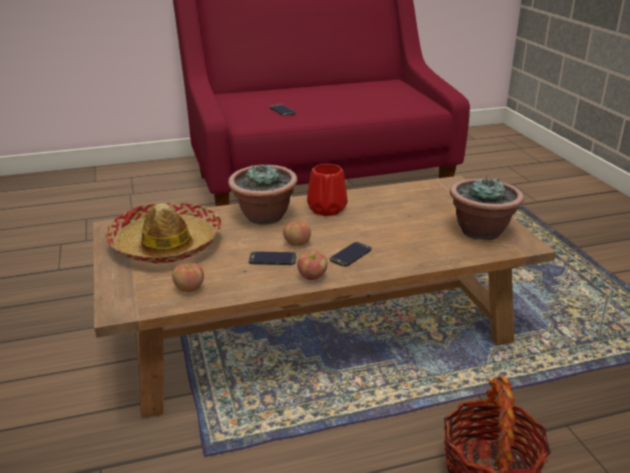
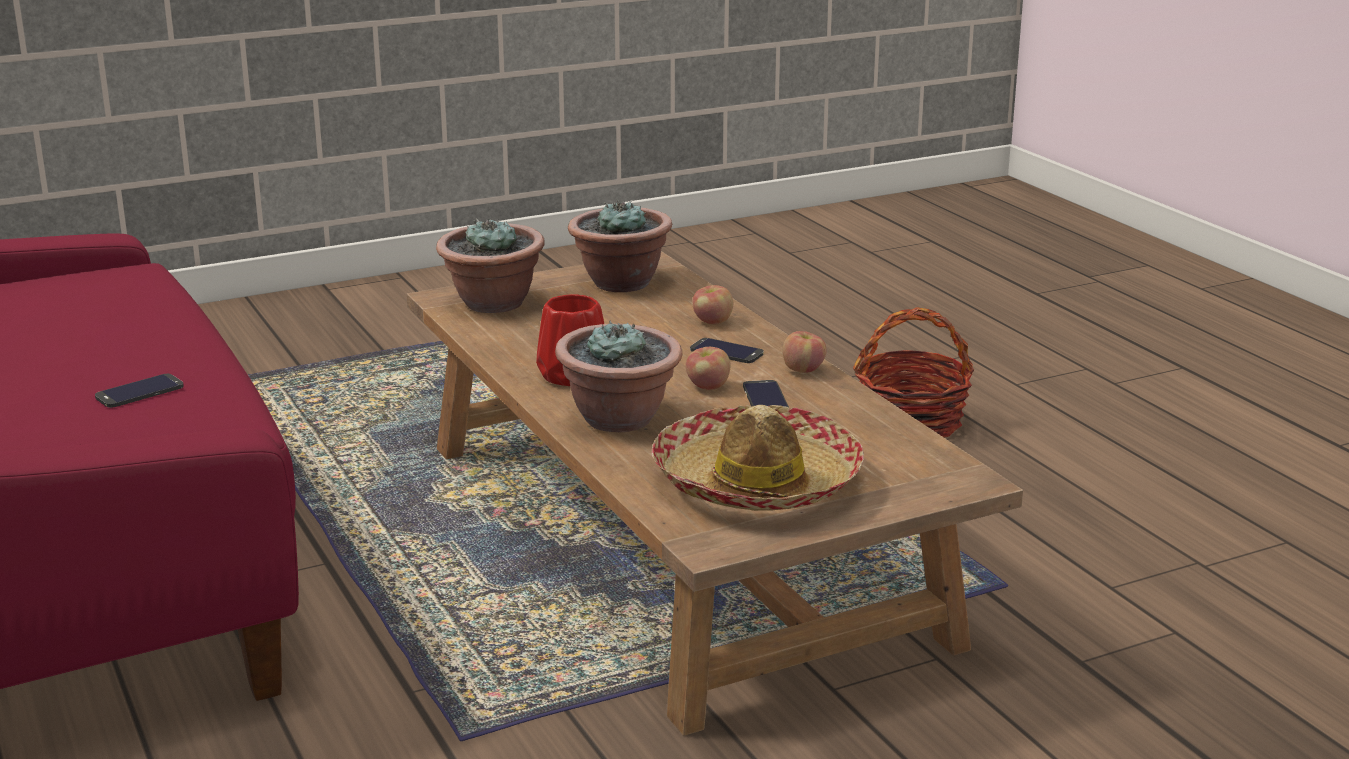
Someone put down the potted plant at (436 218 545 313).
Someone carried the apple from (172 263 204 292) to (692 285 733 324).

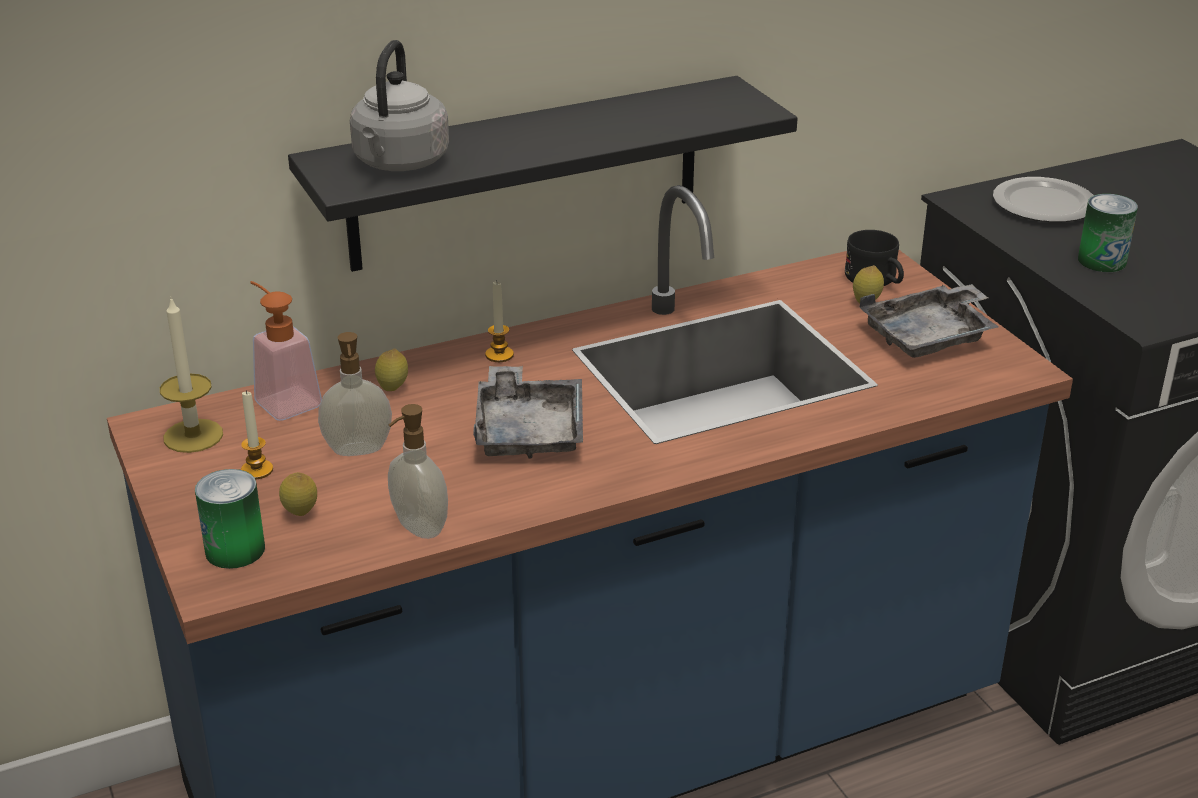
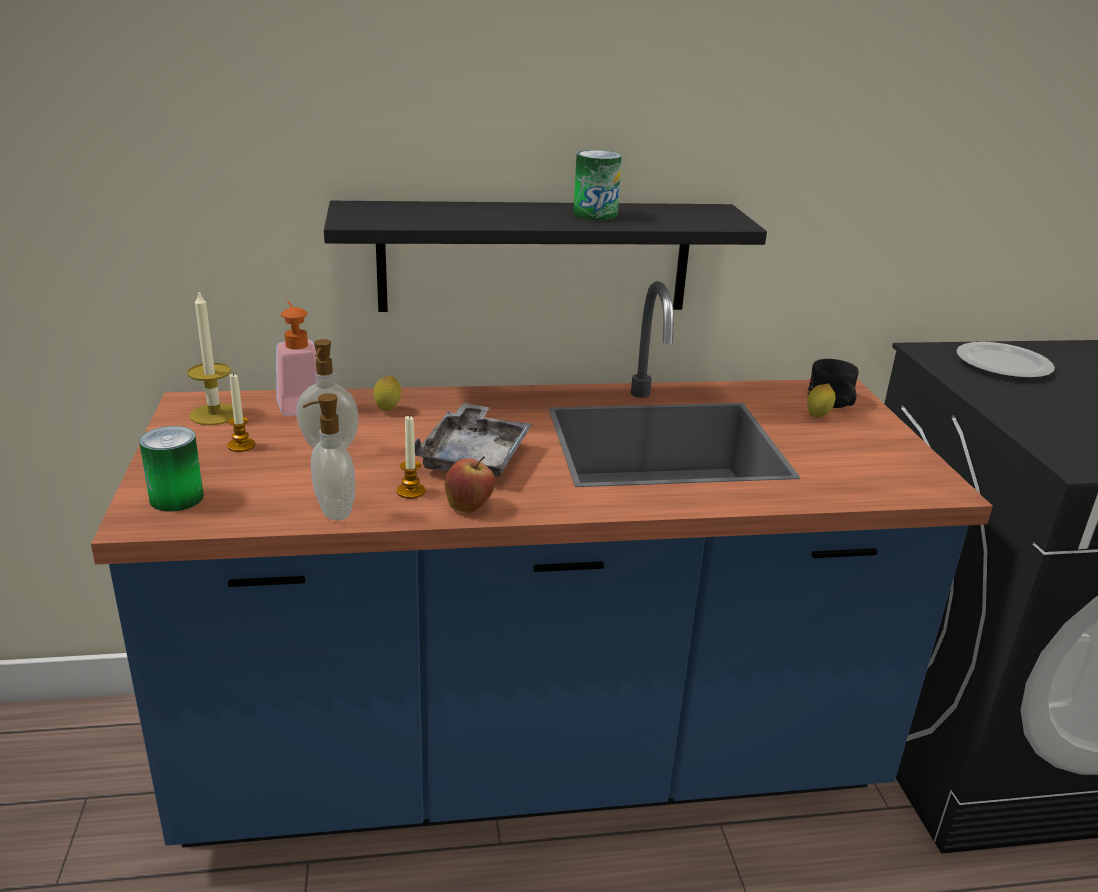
Someone took away the lemon at (279 472 317 516).
Someone took away the grey kettle at (350 40 449 171).
Someone took away the grey tray at (860 284 999 358).
Someone put down the apple at (445 456 495 513).
Someone carried the candle from (485 282 514 362) to (397 415 425 499).
Someone carried the can from (1078 194 1138 272) to (573 150 622 220).

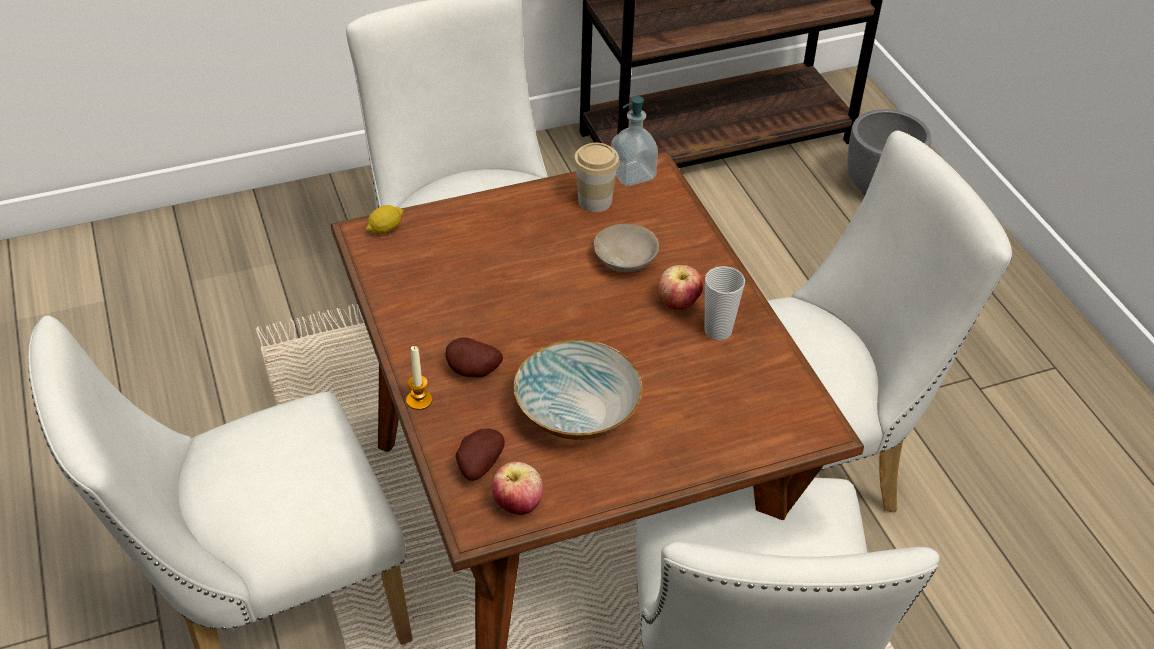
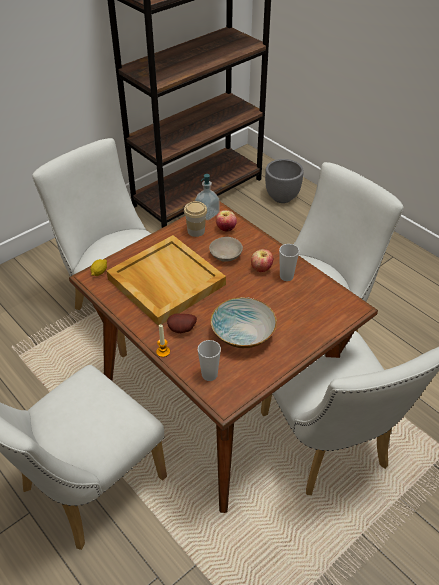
Someone put down the beige tray at (107 235 226 326).
Someone carried the apple from (491 462 543 515) to (216 210 237 232).
Someone swapped the potato at (456 428 505 481) for the cup at (198 340 221 381).

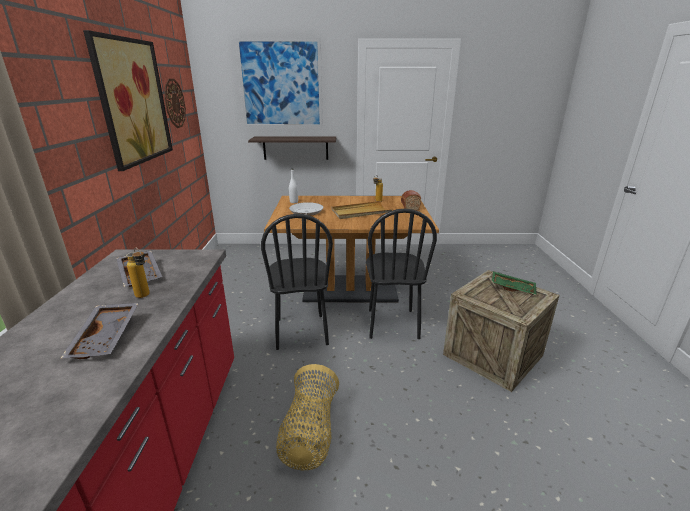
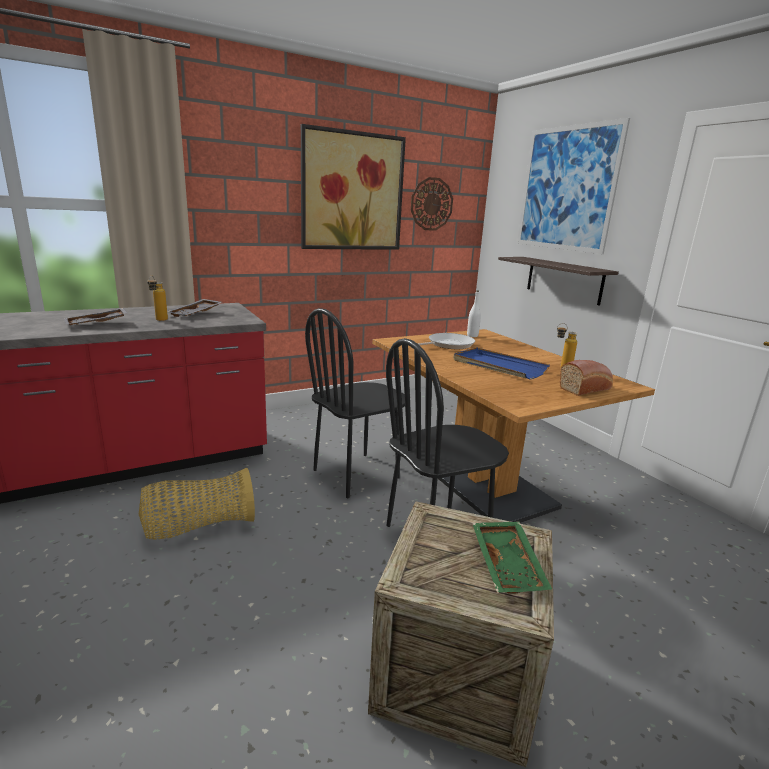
Someone repainted the beige tray at (332 201 392 219), which became the blue tray at (453 347 550 380).

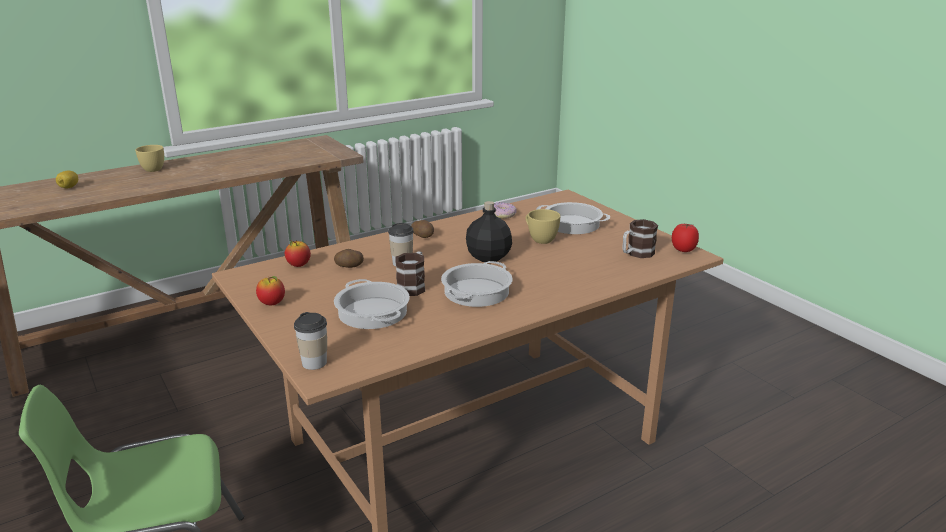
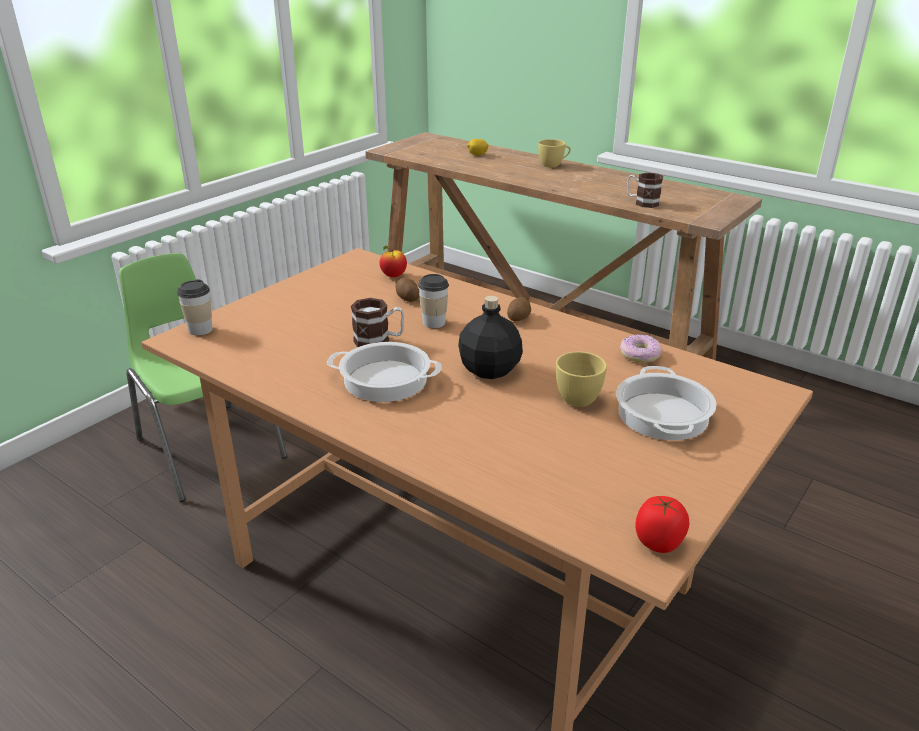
Someone took away the apple at (256 276 285 305).
Someone took away the cooking pot at (334 279 410 329).
Someone carried the mug from (623 219 658 258) to (627 173 663 208).

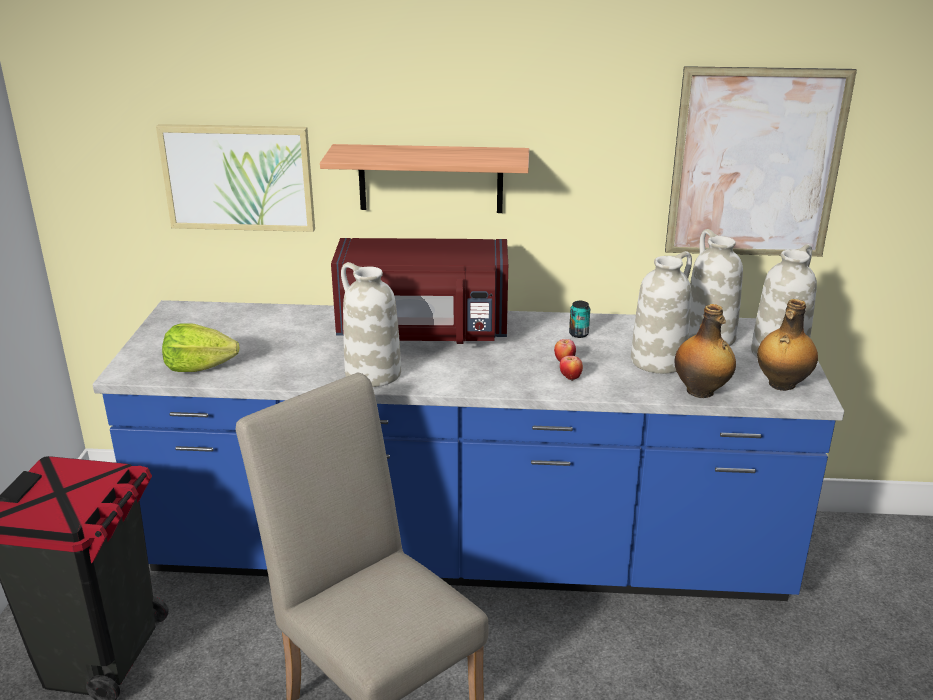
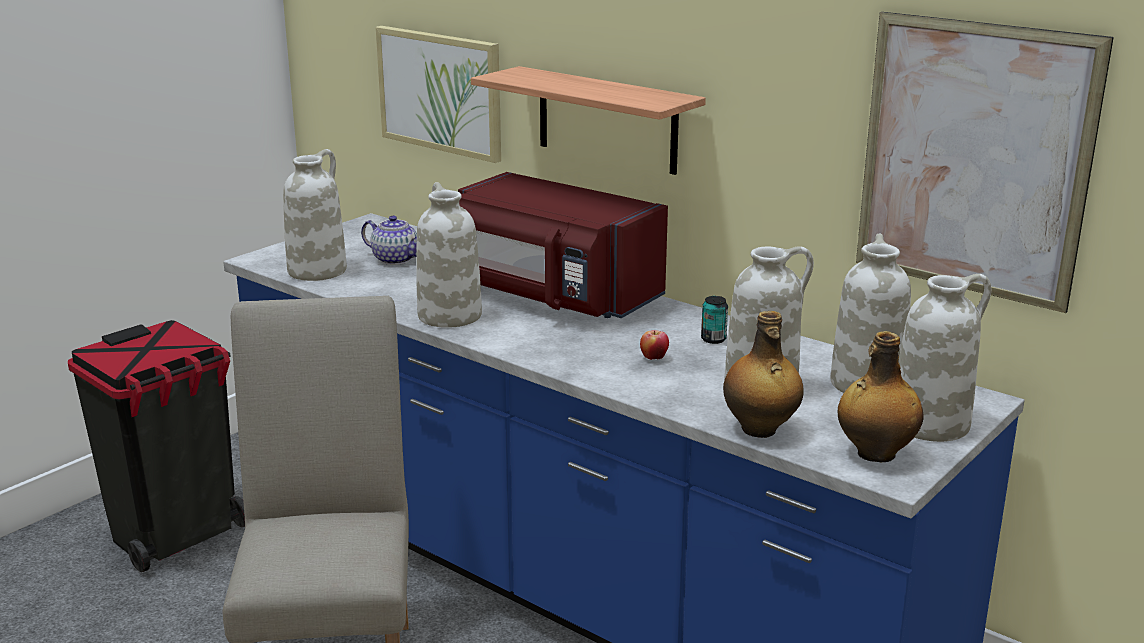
Someone took away the apple at (560 356 583 381).
Someone put down the teapot at (361 215 417 265).
Someone swapped the lettuce at (162 323 239 372) for the white vase at (283 149 347 281).

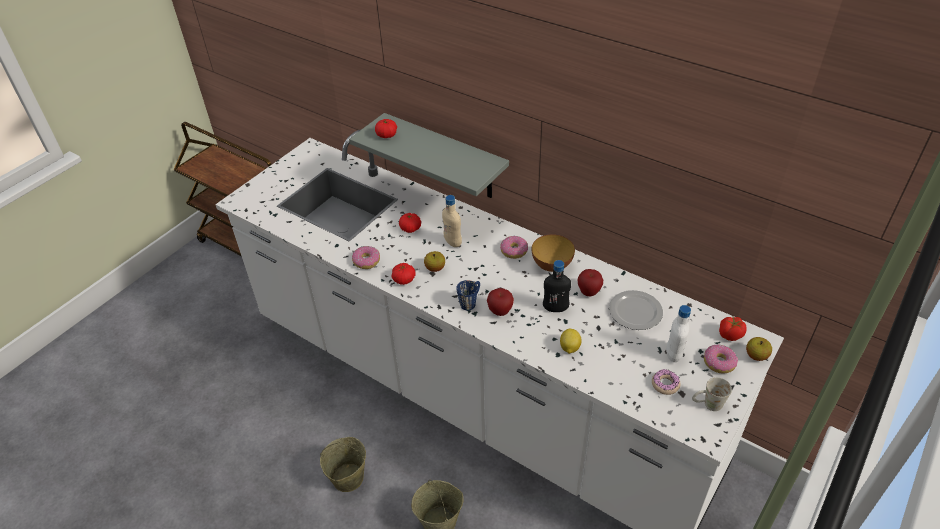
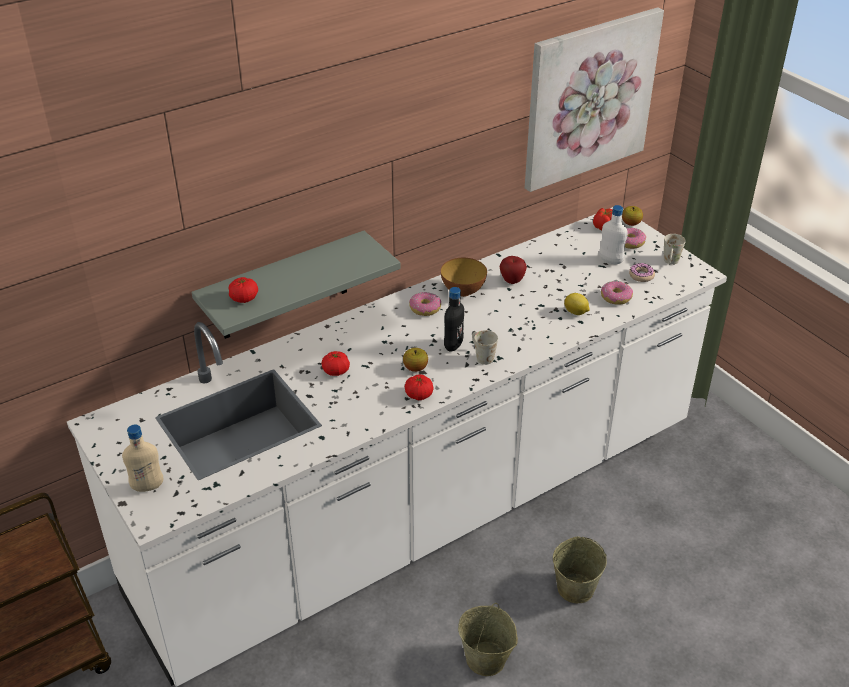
Someone took away the apple at (487 288 514 316).
Someone took away the plate at (609 290 663 330).
Someone put up the picture at (525 7 664 192).
Someone carried the donut from (352 246 380 269) to (601 281 633 305).
Someone carried the beige bottle from (442 195 462 247) to (122 424 163 492).
Someone carried the black bottle from (543 260 571 312) to (444 287 464 352).
Someone repainted the blue mug at (456 280 480 311), which became the white mug at (472 330 498 365).

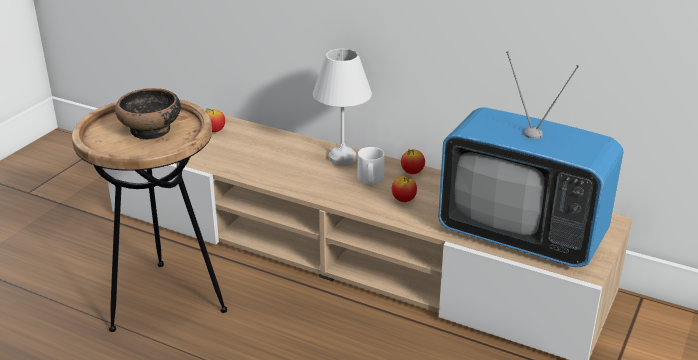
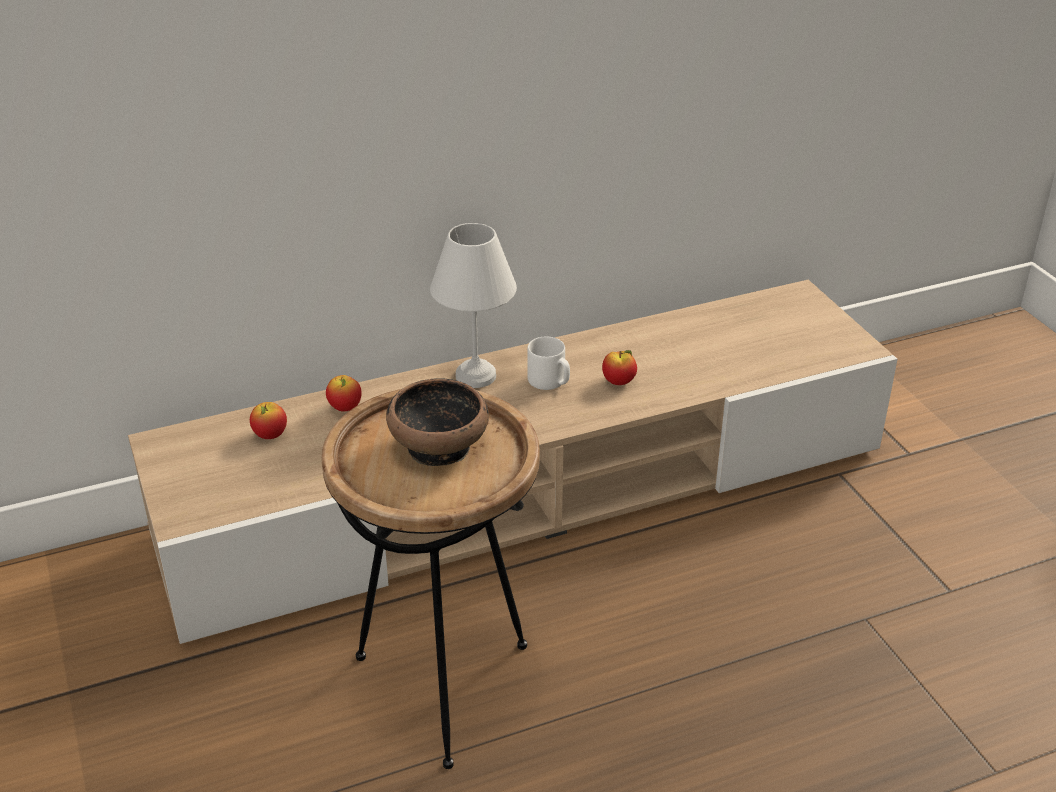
Someone took away the television at (438 51 623 267).
Someone carried the apple from (401 149 425 174) to (326 375 362 412).

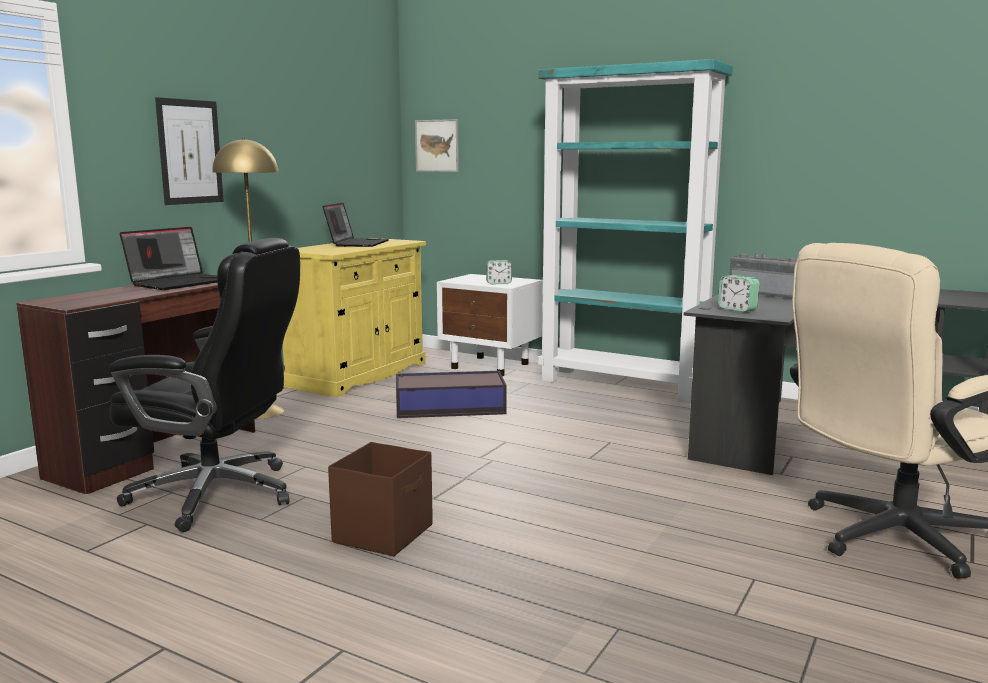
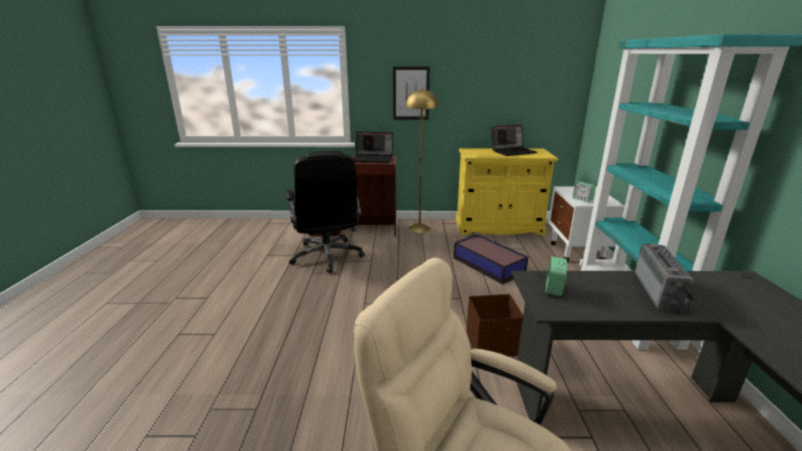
Someone took away the picture at (415 119 459 172).
Someone carried the brown storage box from (328 442 433 556) to (466 294 523 357).

